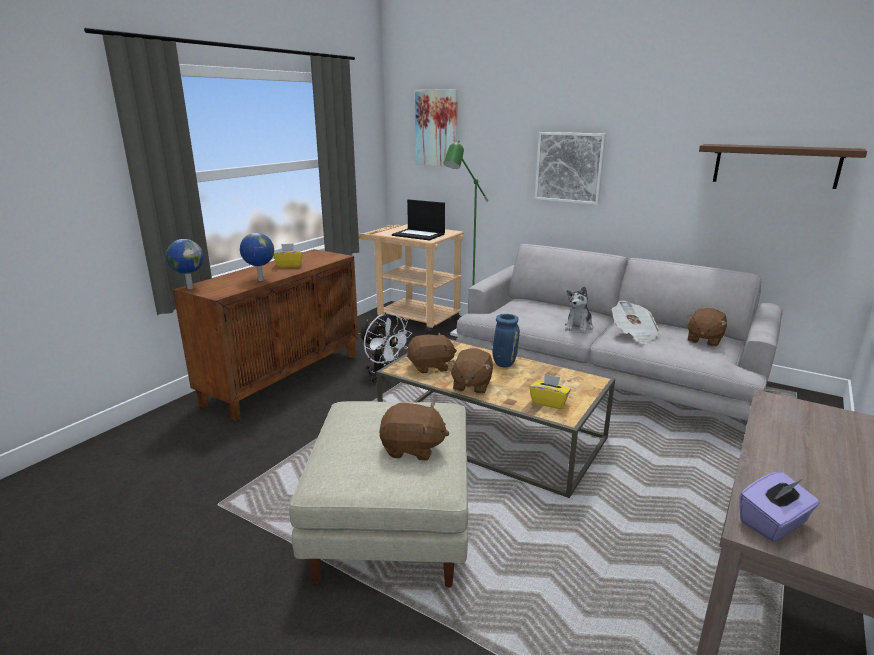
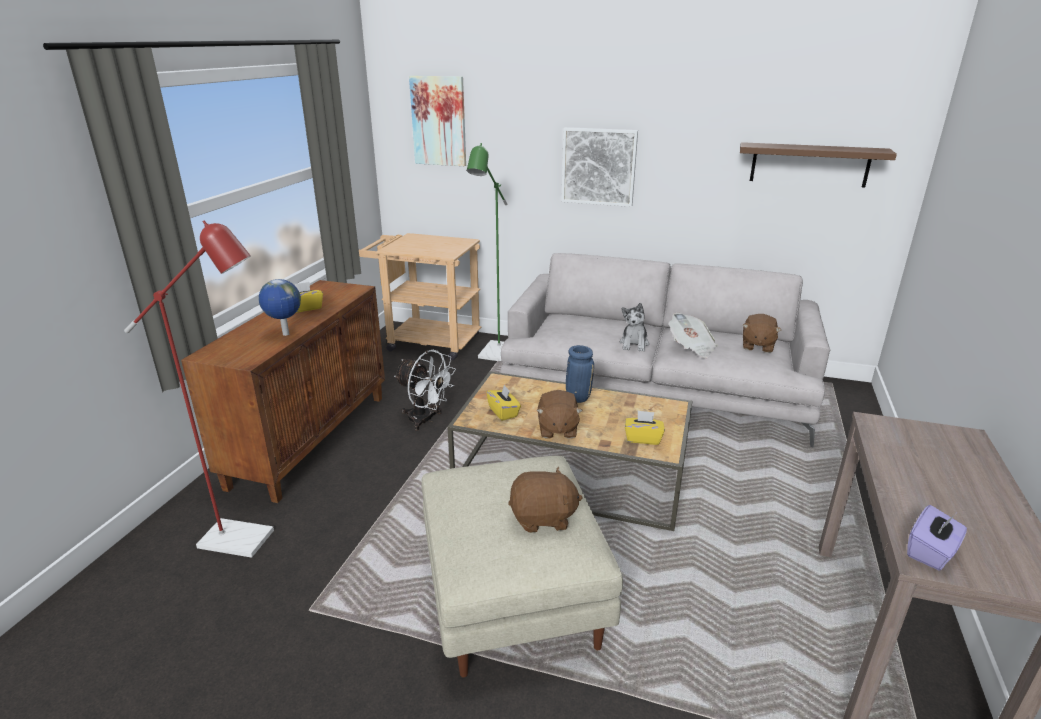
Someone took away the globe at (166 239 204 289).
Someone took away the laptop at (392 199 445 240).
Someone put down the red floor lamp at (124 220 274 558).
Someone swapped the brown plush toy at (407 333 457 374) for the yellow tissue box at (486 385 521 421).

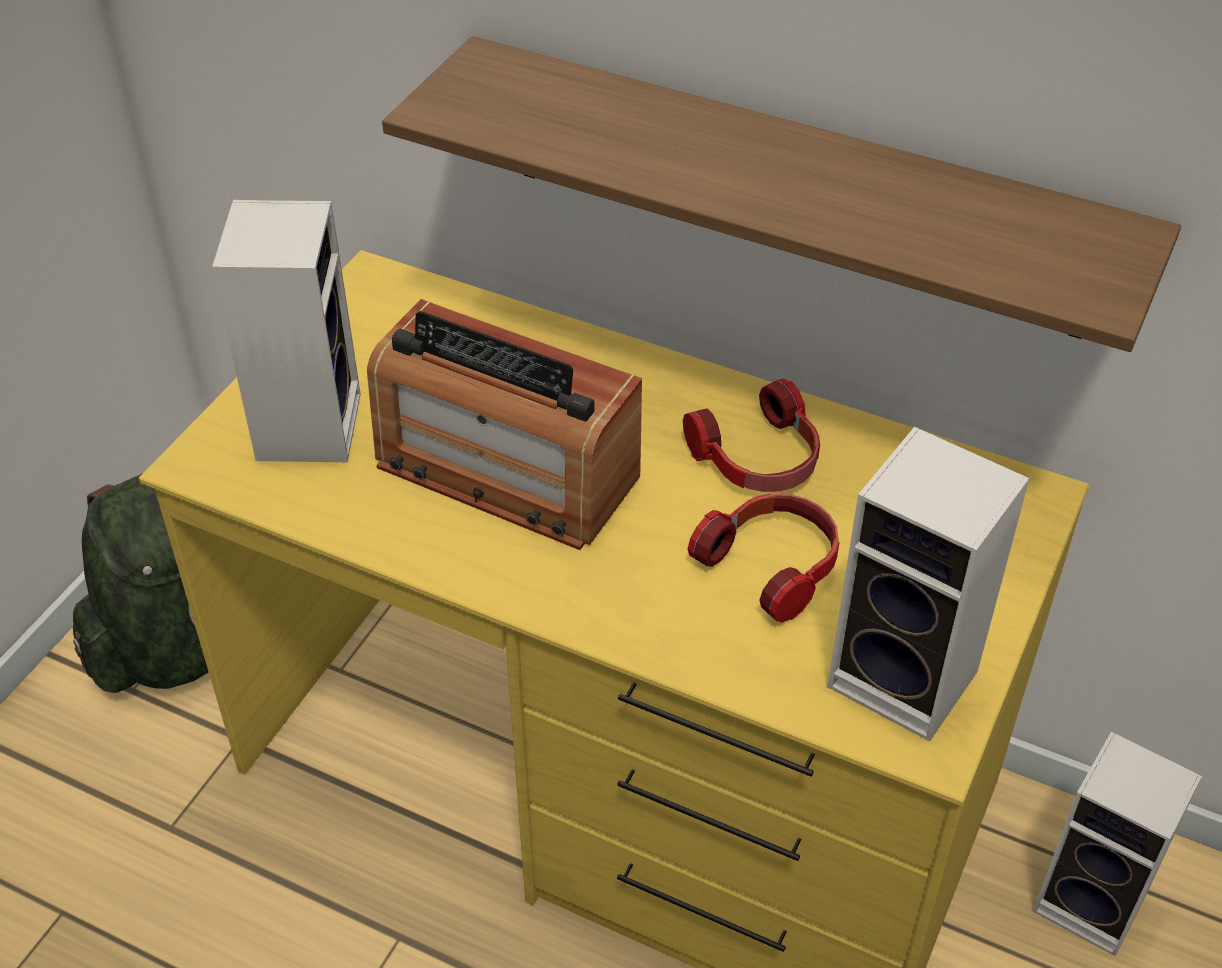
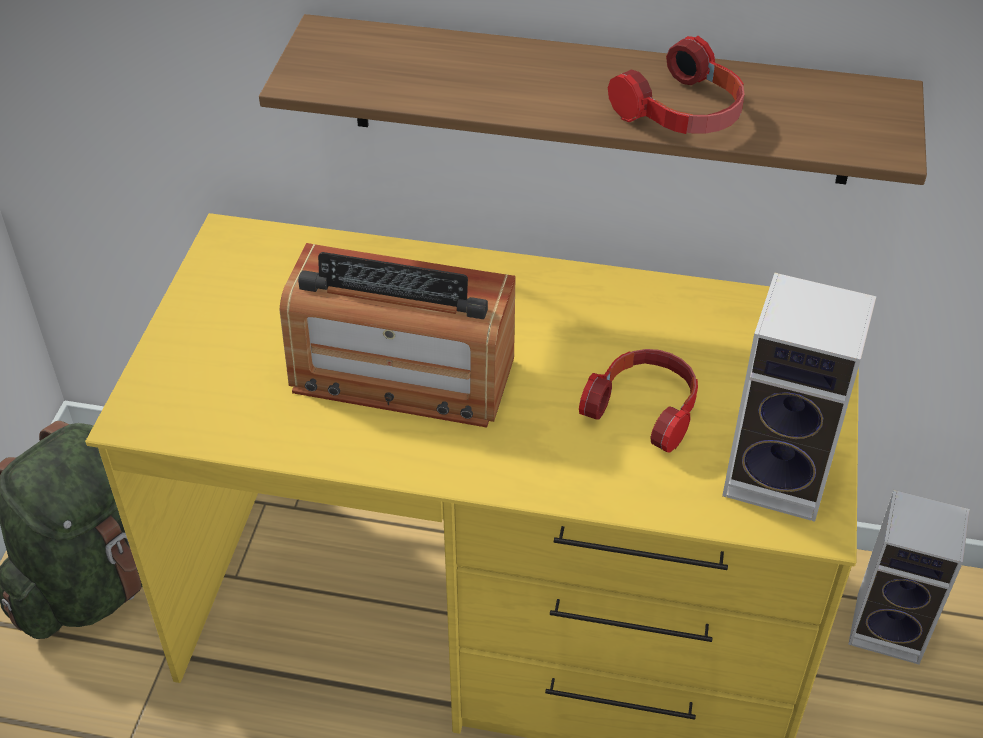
Someone took away the speaker at (212 200 361 462).
Someone carried the headphones from (683 378 820 492) to (608 36 744 134).

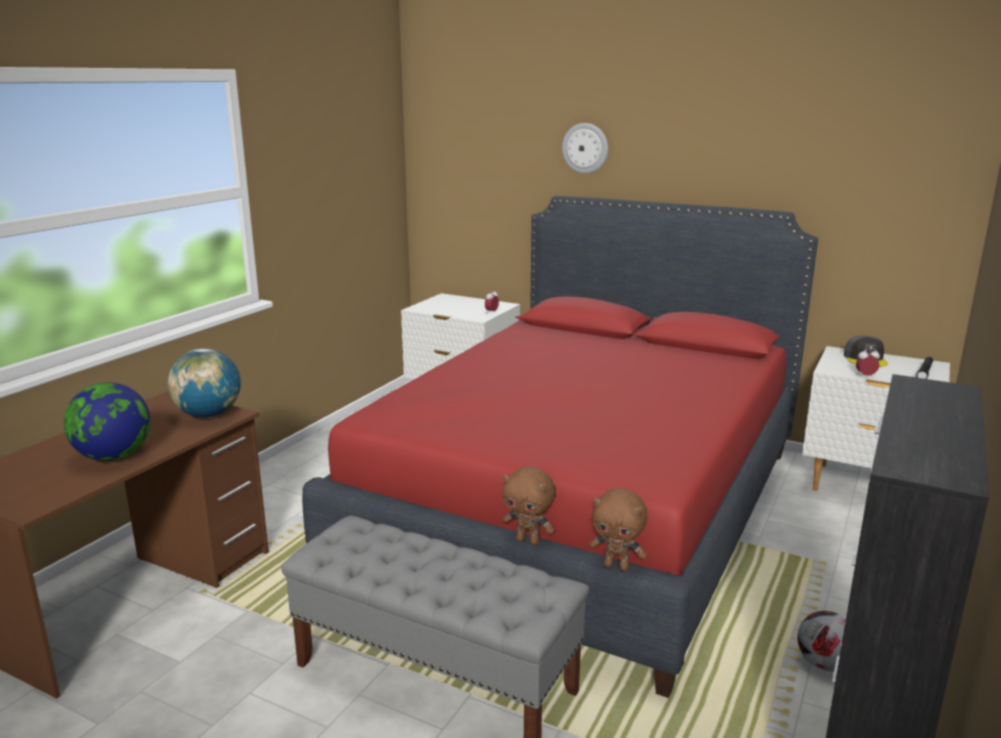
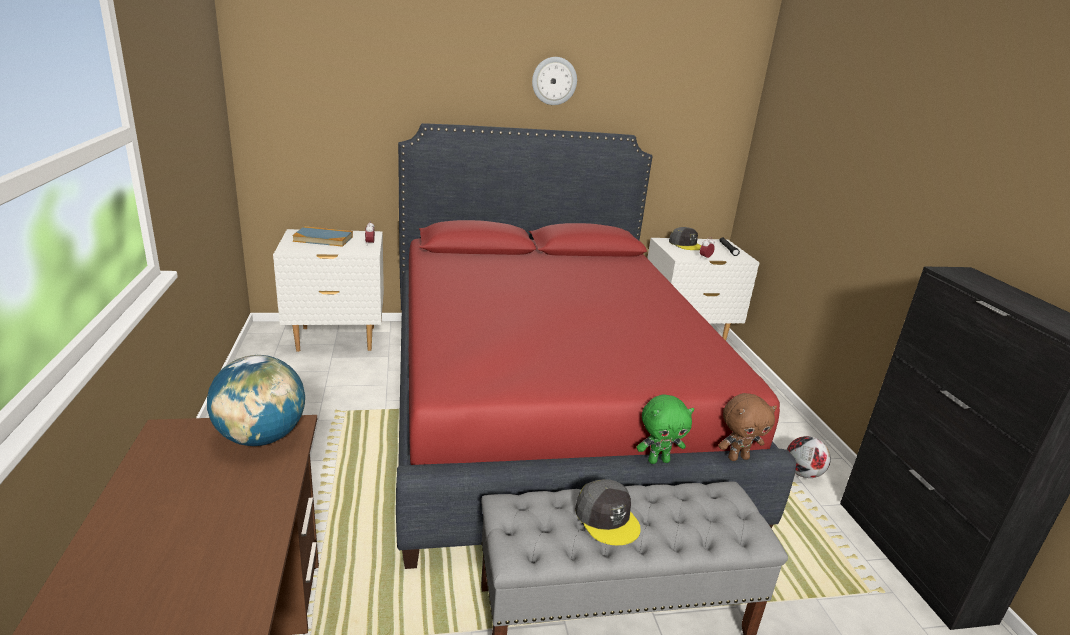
Someone took away the globe at (64 382 150 461).
Someone put down the book at (292 226 353 247).
Someone put down the grey cap at (575 479 641 545).
Someone carried the wall clock from (562 123 608 174) to (532 57 577 105).
Someone repainted the brown plush toy at (502 466 556 546), which became the green plush toy at (636 394 694 464).

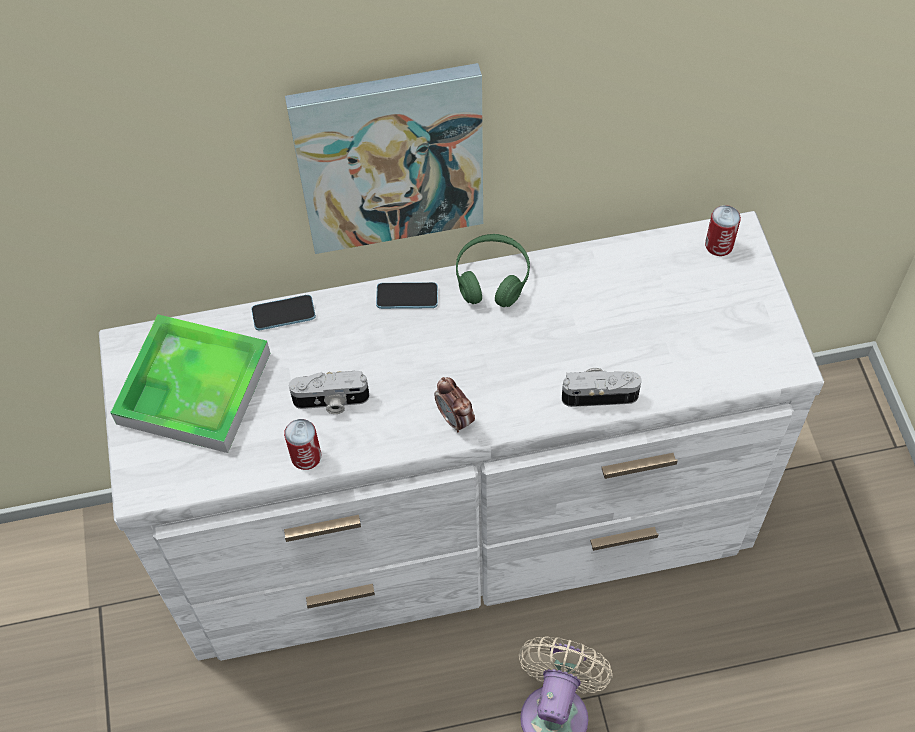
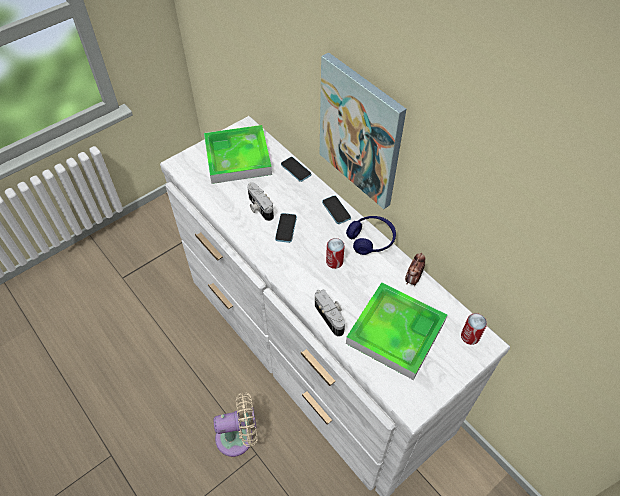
Someone put down the phone at (275 213 297 243).
Someone put down the tray at (346 282 447 380).
Someone carried the can from (284 419 321 470) to (326 238 345 269).
Someone carried the alarm clock from (434 377 475 433) to (405 253 425 286).
Someone repainted the green headphones at (456 234 530 307), which became the blue headphones at (346 216 396 255).

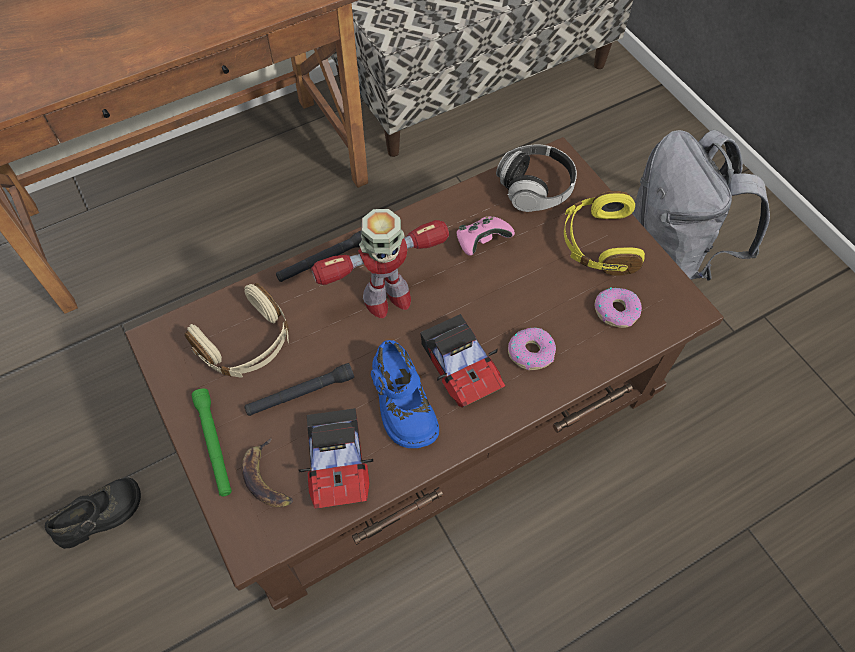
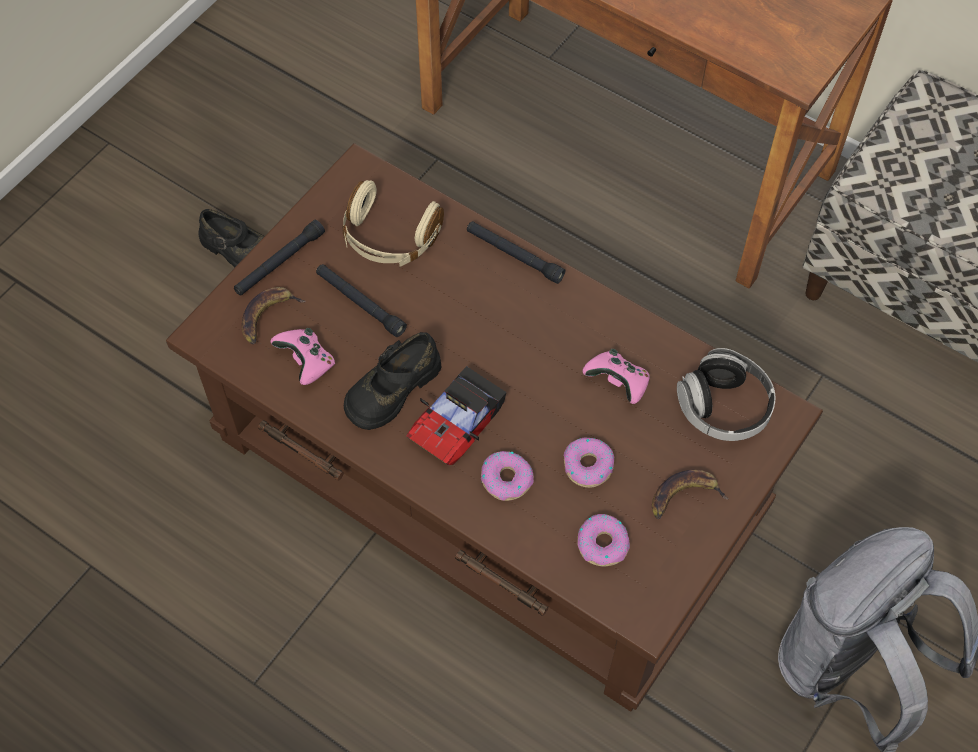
Someone took away the toy robot at (311 209 449 318).
Someone put down the donut at (564 438 614 488).
Someone swapped the toy car at (299 408 373 509) for the pink game controller at (271 328 335 385).
Someone swapped the yellow headphones at (564 191 645 275) for the banana at (652 470 729 519).
Someone repainted the green flashlight at (191 389 232 496), which became the black flashlight at (234 220 325 295).
Someone repainted the blue shoe at (371 340 439 448), which became the black shoe at (344 332 442 430).

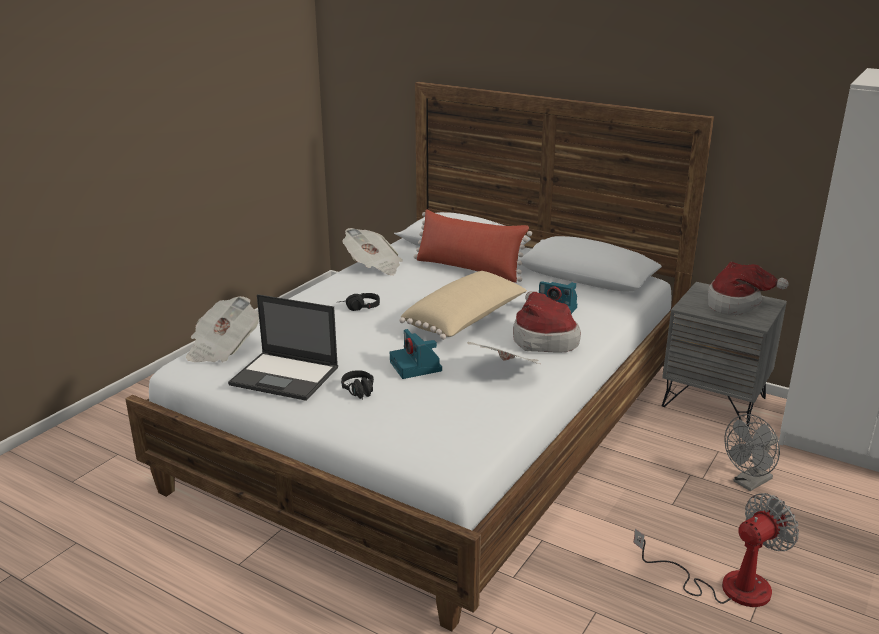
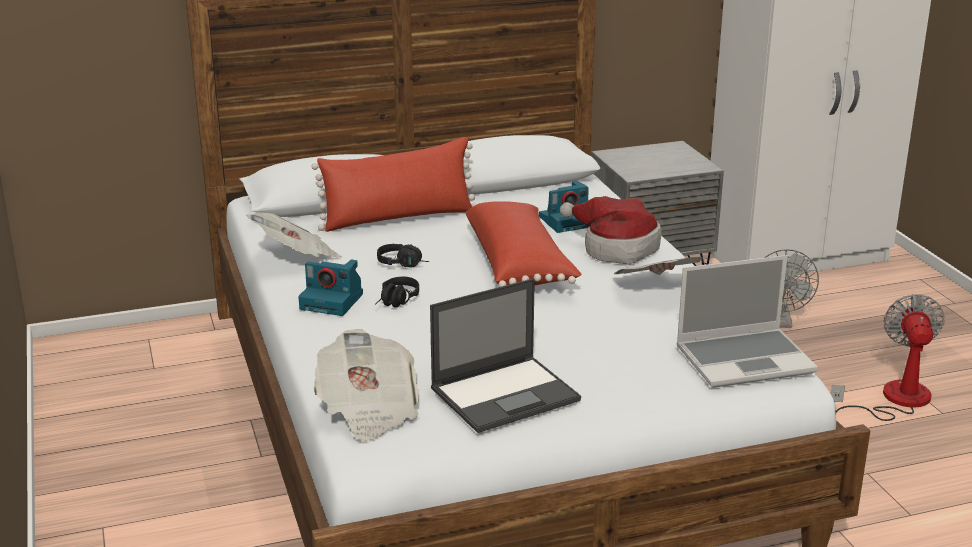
Someone took away the hat at (708 262 789 315).
Someone put down the laptop at (676 255 818 388).
Someone carried the black headphones from (341 370 374 399) to (377 244 429 267).
Someone carried the photo camera from (390 329 442 379) to (298 260 363 316).
Someone repainted the beige pillow at (399 271 527 340), which became the red pillow at (465 201 582 287).

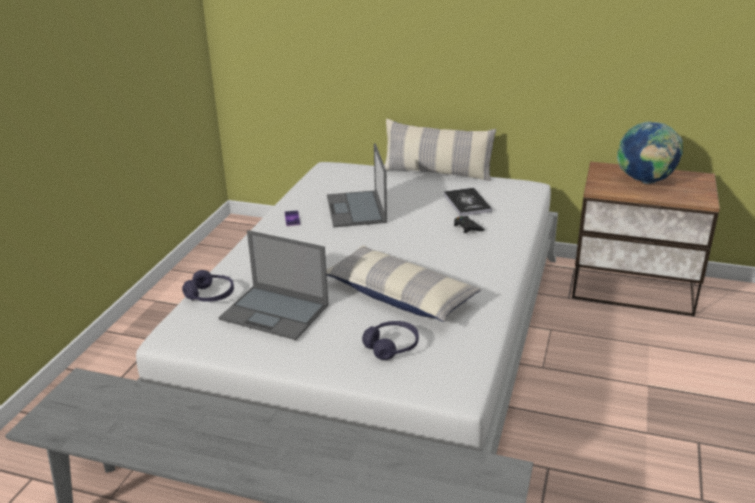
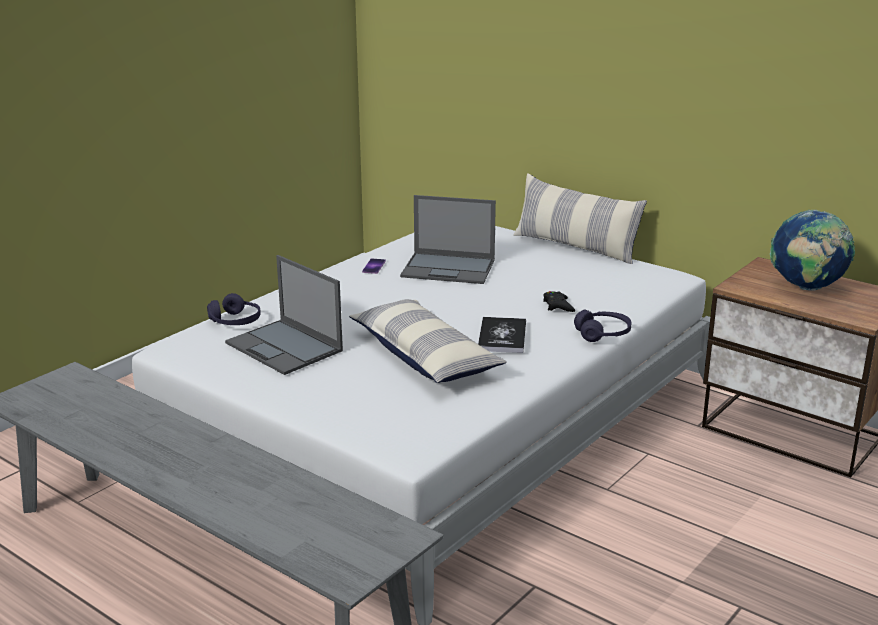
Someone carried the purple headphones from (362 321 419 360) to (574 310 631 342).
Someone carried the book from (444 188 492 216) to (478 317 526 353).
Someone rotated the laptop at (327 144 387 228) by 90 degrees counterclockwise.

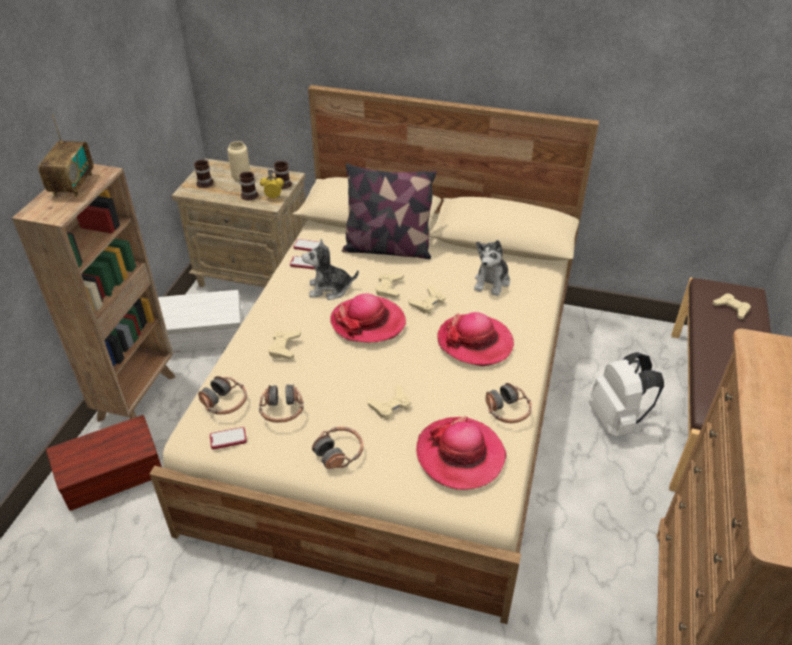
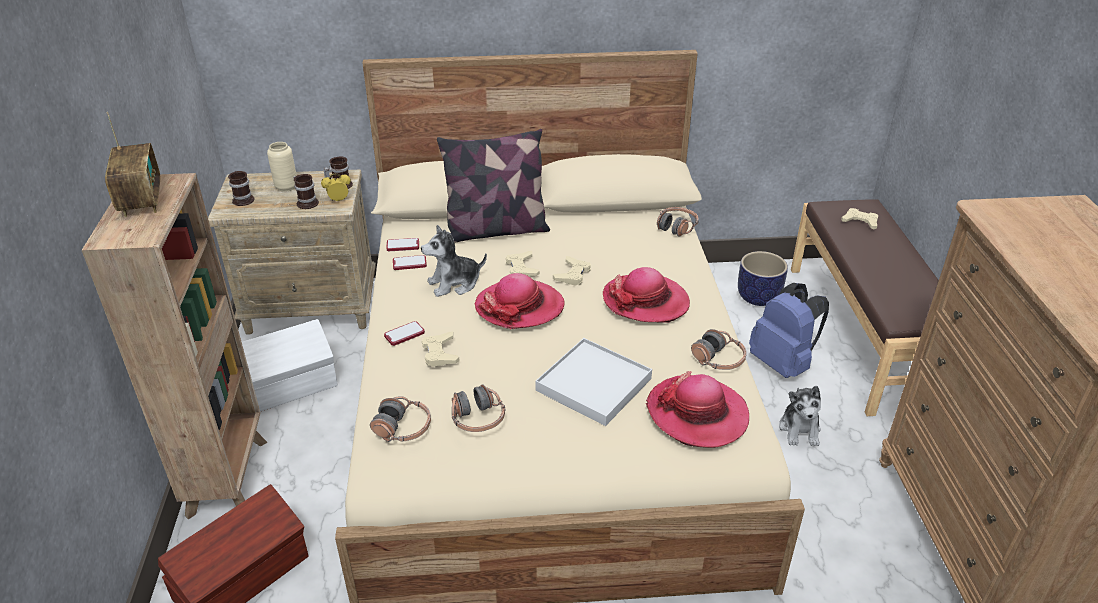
Someone put down the planter at (738 251 788 306).
Someone carried the phone from (210 427 247 449) to (384 321 425 346).
Someone carried the headphones from (312 427 363 469) to (657 207 698 237).
Someone carried the plush toy from (474 240 510 296) to (779 386 821 446).
Someone swapped the beige game controller at (368 384 411 420) for the white tray at (535 338 652 426).
Someone repainted the white backpack at (589 352 664 436), which became the blue backpack at (749 283 829 378).

